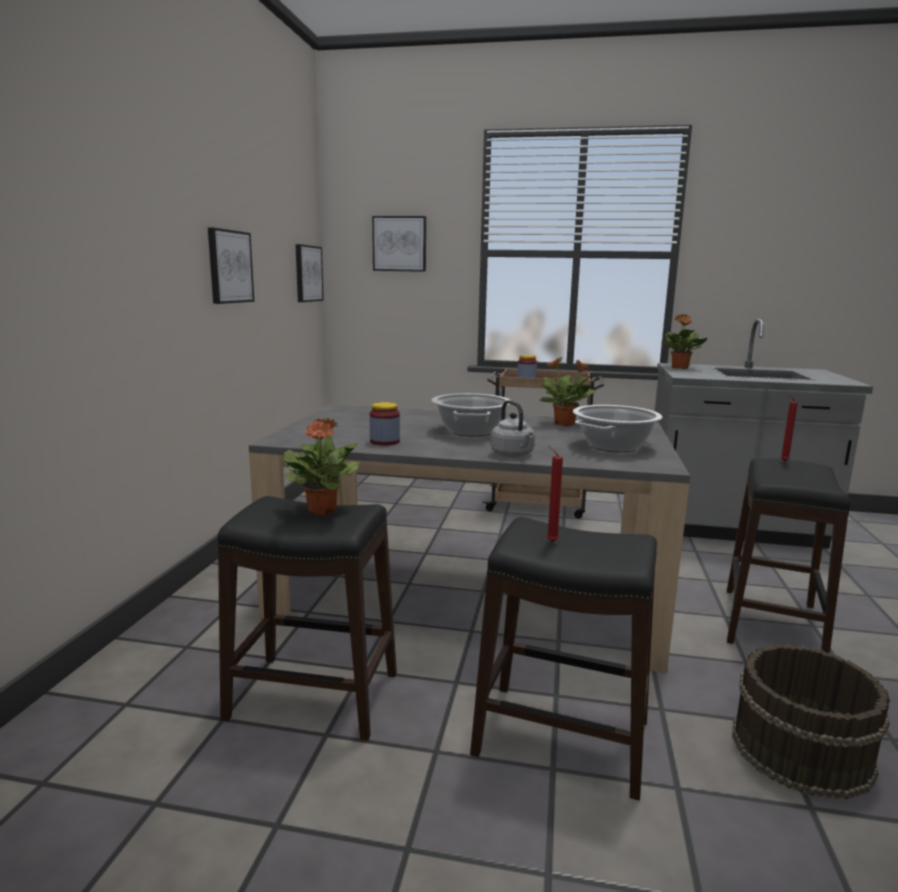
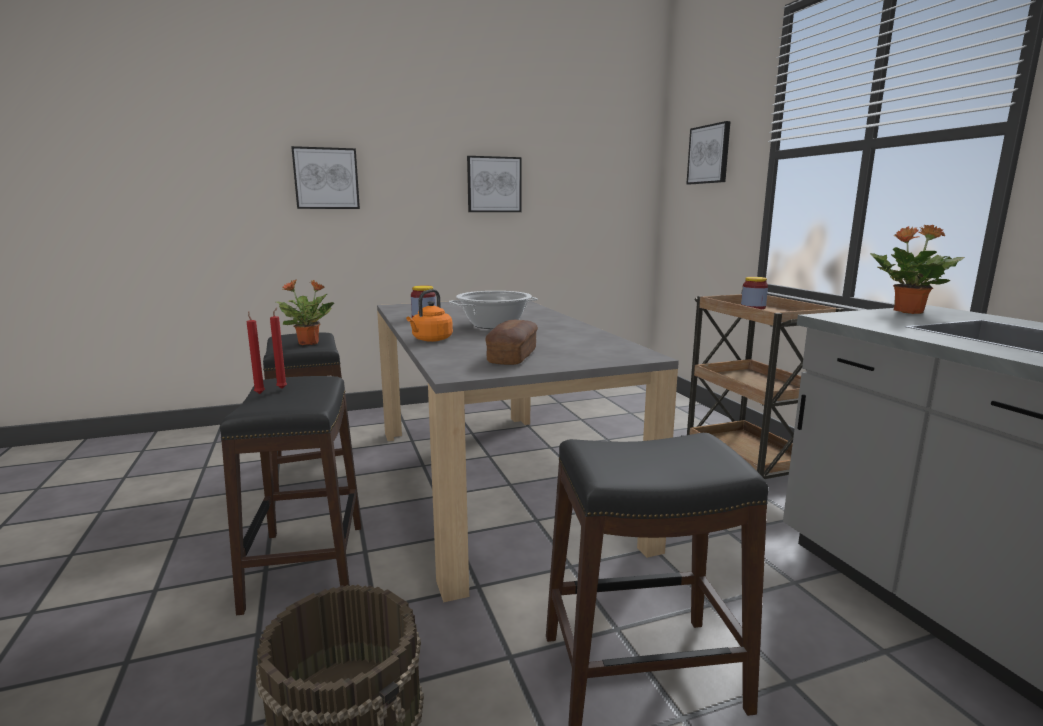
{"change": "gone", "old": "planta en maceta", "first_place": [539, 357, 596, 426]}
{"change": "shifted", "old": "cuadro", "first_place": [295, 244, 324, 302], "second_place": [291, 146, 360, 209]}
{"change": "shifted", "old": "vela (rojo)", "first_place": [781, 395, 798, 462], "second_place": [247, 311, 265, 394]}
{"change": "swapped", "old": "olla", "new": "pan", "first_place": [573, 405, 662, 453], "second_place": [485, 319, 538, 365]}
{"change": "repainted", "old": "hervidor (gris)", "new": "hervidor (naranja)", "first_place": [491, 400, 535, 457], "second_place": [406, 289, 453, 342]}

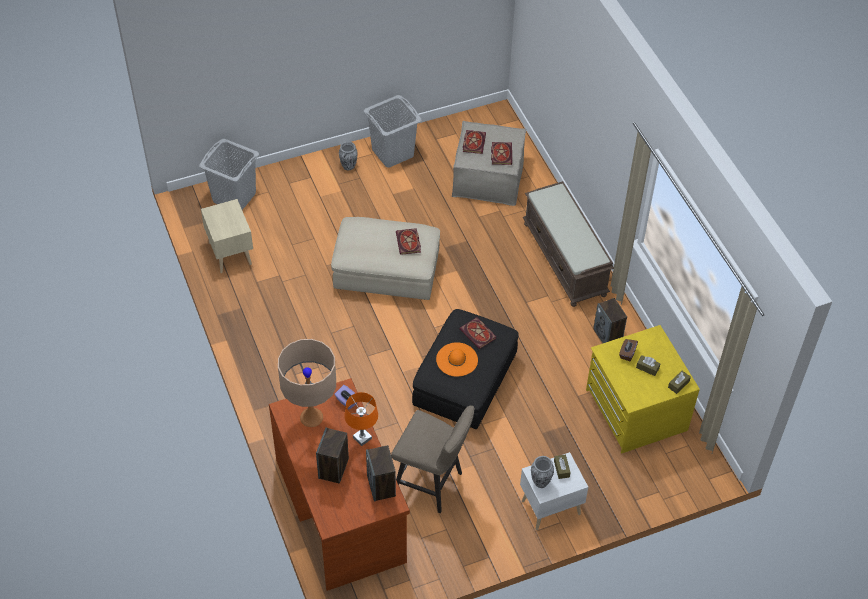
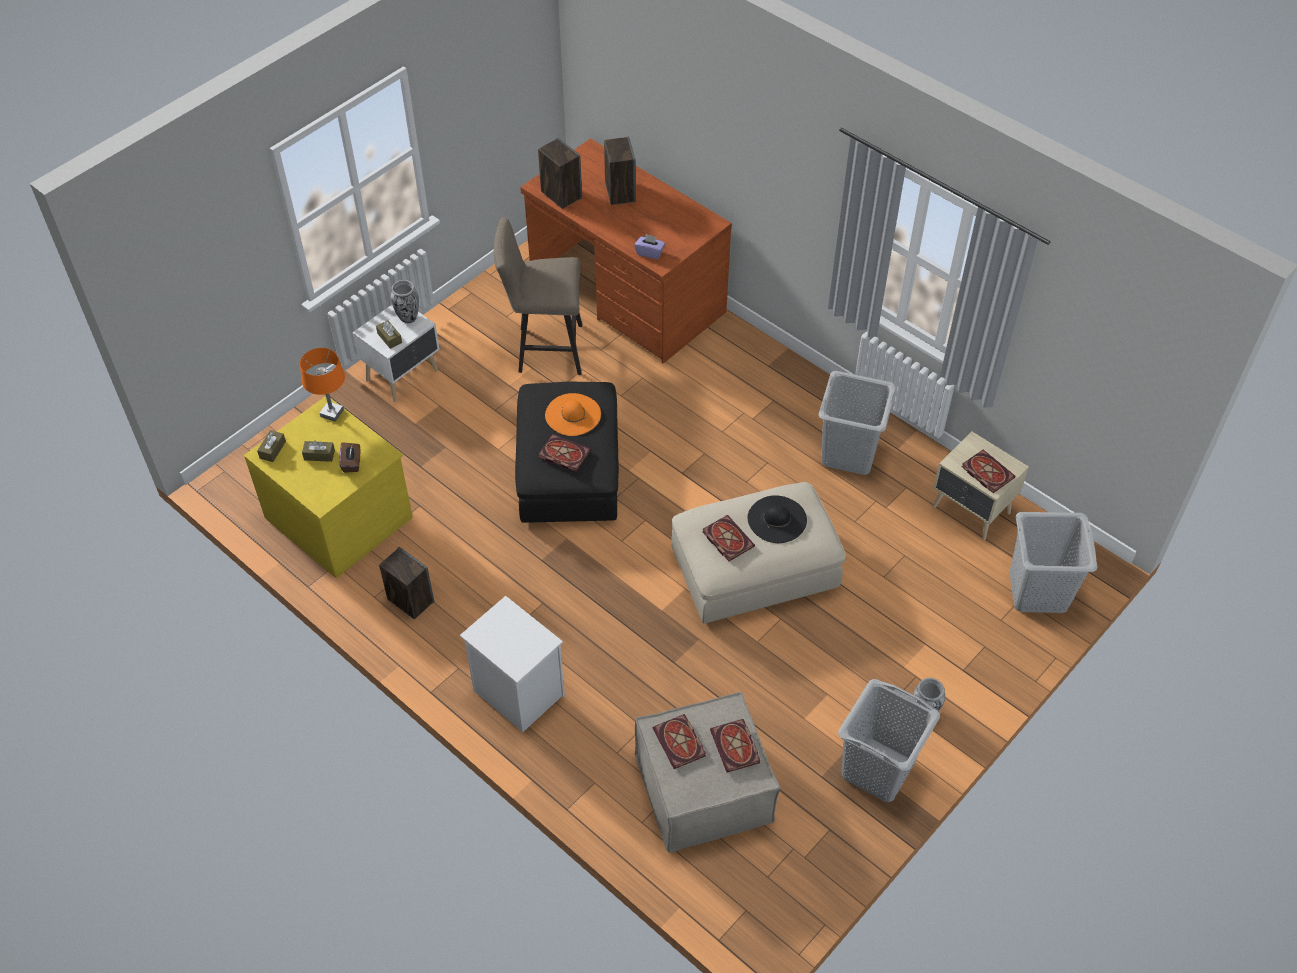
{"change": "gone", "old": "lámpara de mesa (beis)", "first_place": [278, 339, 336, 427]}
{"change": "new", "new": "sombrero (negro)", "second_place": [747, 495, 807, 543]}
{"change": "new", "new": "cesto de la ropa (gris)", "second_place": [819, 371, 896, 475]}
{"change": "new", "new": "libro", "second_place": [961, 450, 1015, 493]}
{"change": "shifted", "old": "lámpara de mesa (naranja)", "first_place": [345, 392, 378, 446], "second_place": [300, 348, 345, 422]}
{"change": "swapped", "old": "banco (marrón)", "new": "mesita de noche (blanco)", "first_place": [523, 181, 614, 307], "second_place": [460, 596, 565, 732]}

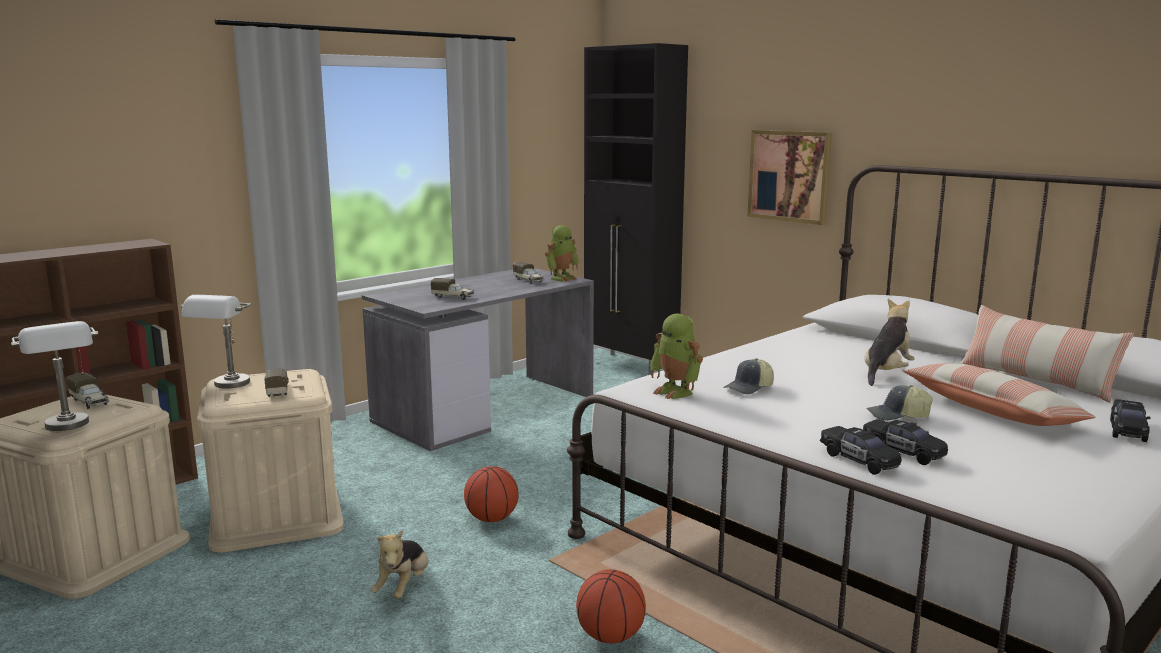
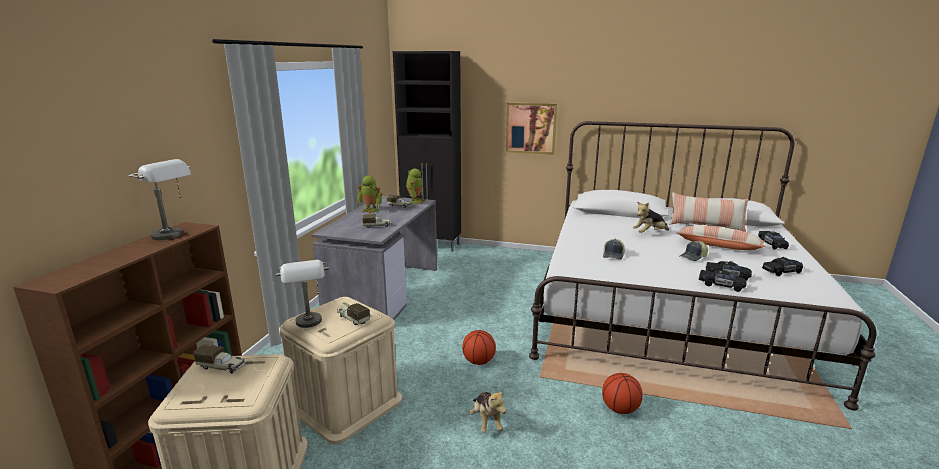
{"change": "new", "new": "coche de juguete (negro)", "second_place": [762, 257, 803, 276]}
{"change": "shifted", "old": "lámpara de mesa (gris)", "first_place": [11, 321, 98, 431], "second_place": [128, 159, 191, 240]}
{"change": "shifted", "old": "robot de juguete", "first_place": [650, 314, 703, 399], "second_place": [357, 175, 383, 213]}
{"change": "rotated", "old": "peluche", "first_place": [865, 299, 914, 386], "second_place": [633, 202, 669, 233], "degrees": -120}

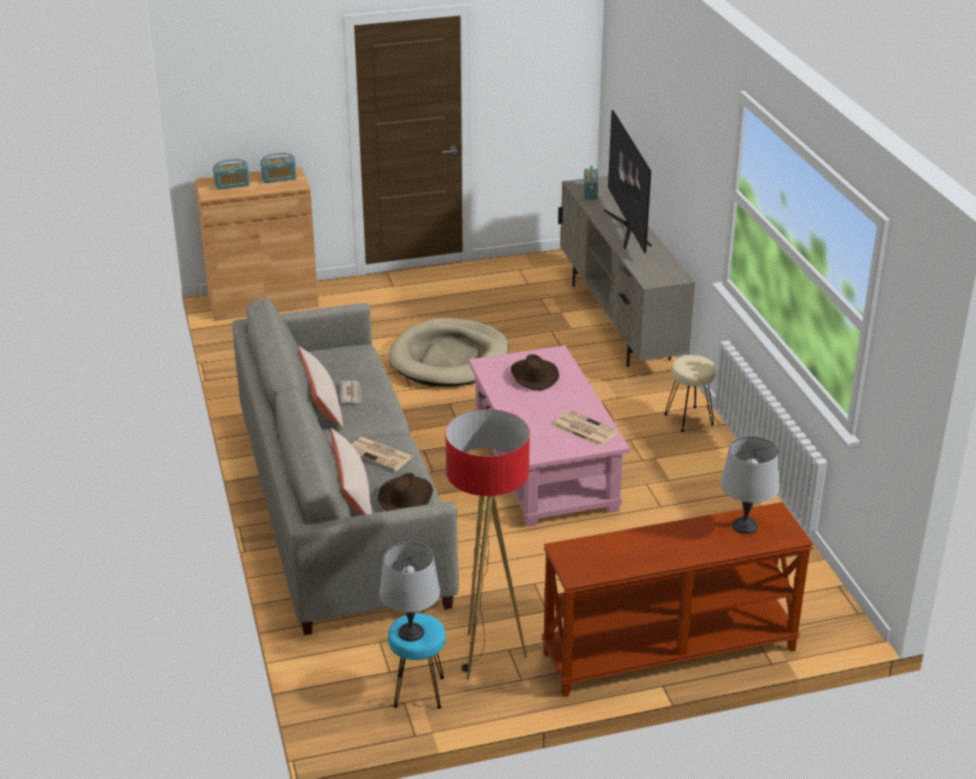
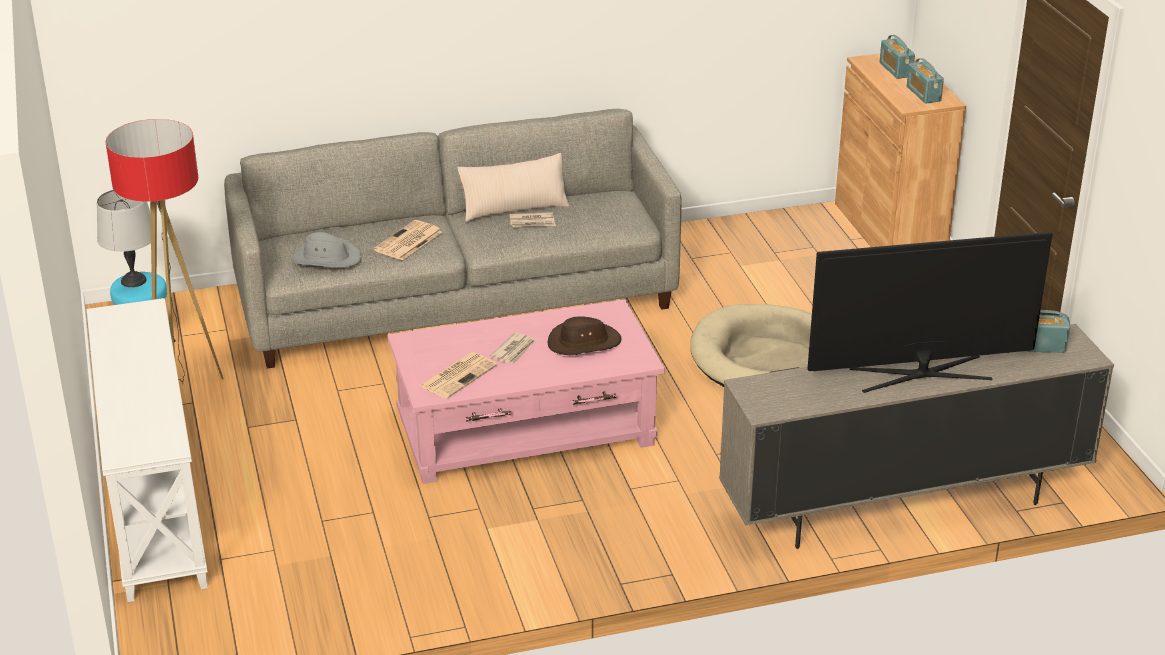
{"change": "gone", "old": "cojín (beis)", "first_place": [331, 428, 372, 515]}
{"change": "gone", "old": "taburete (beis)", "first_place": [664, 355, 716, 432]}
{"change": "gone", "old": "lámpara de mesa (gris)", "first_place": [720, 436, 780, 534]}
{"change": "new", "new": "periódico", "second_place": [490, 332, 536, 363]}
{"change": "repainted", "old": "sombrero (marrón)", "new": "sombrero (gris)", "first_place": [378, 473, 433, 511], "second_place": [292, 232, 362, 268]}
{"change": "repainted", "old": "mesa consola (marrón)", "new": "mesa consola (blanco)", "first_place": [542, 502, 813, 697], "second_place": [87, 298, 208, 602]}

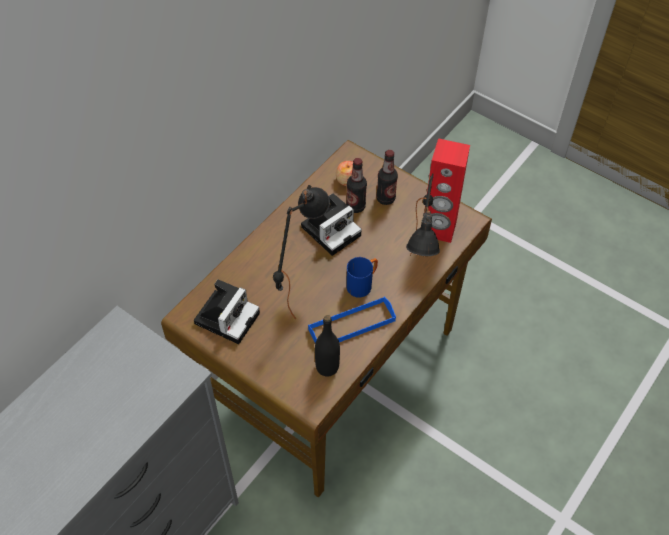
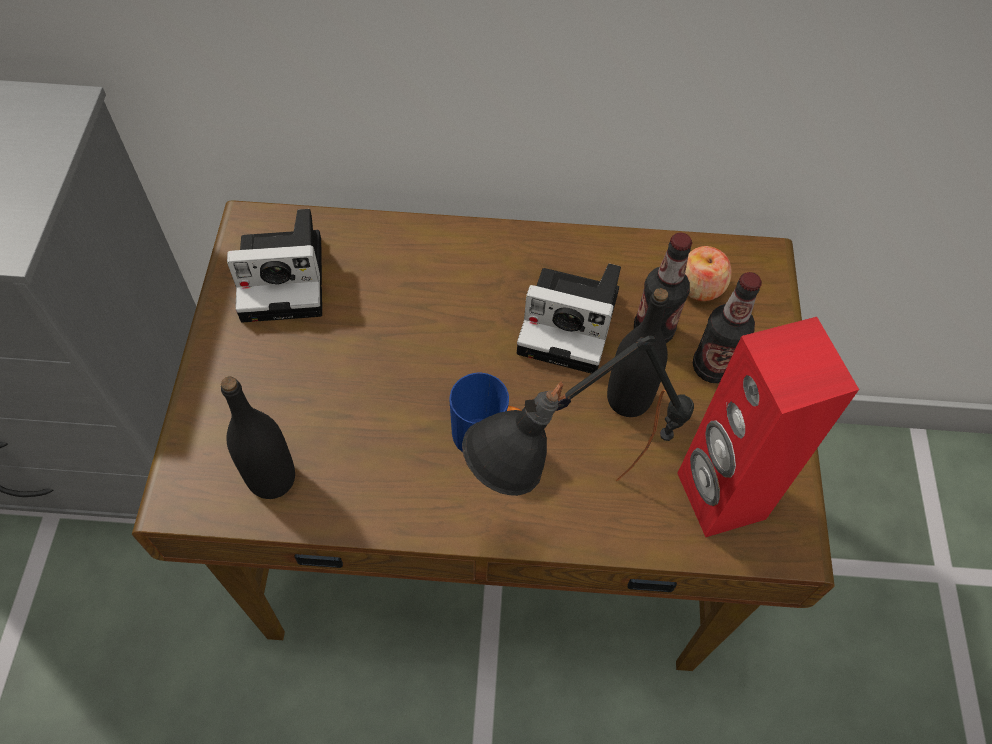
{"change": "gone", "old": "lámpara de mesa (negro)", "first_place": [273, 185, 330, 318]}
{"change": "gone", "old": "bandeja (azul)", "first_place": [308, 296, 396, 343]}
{"change": "new", "new": "botella (negro)", "second_place": [607, 288, 669, 417]}

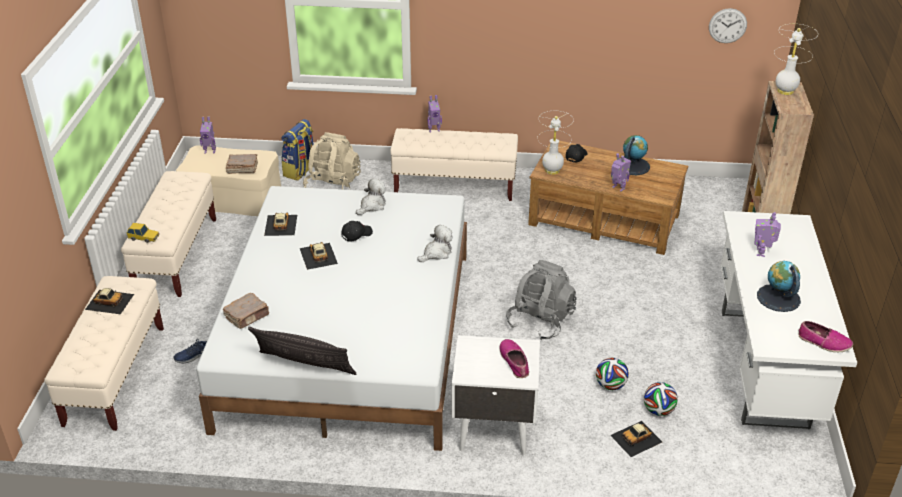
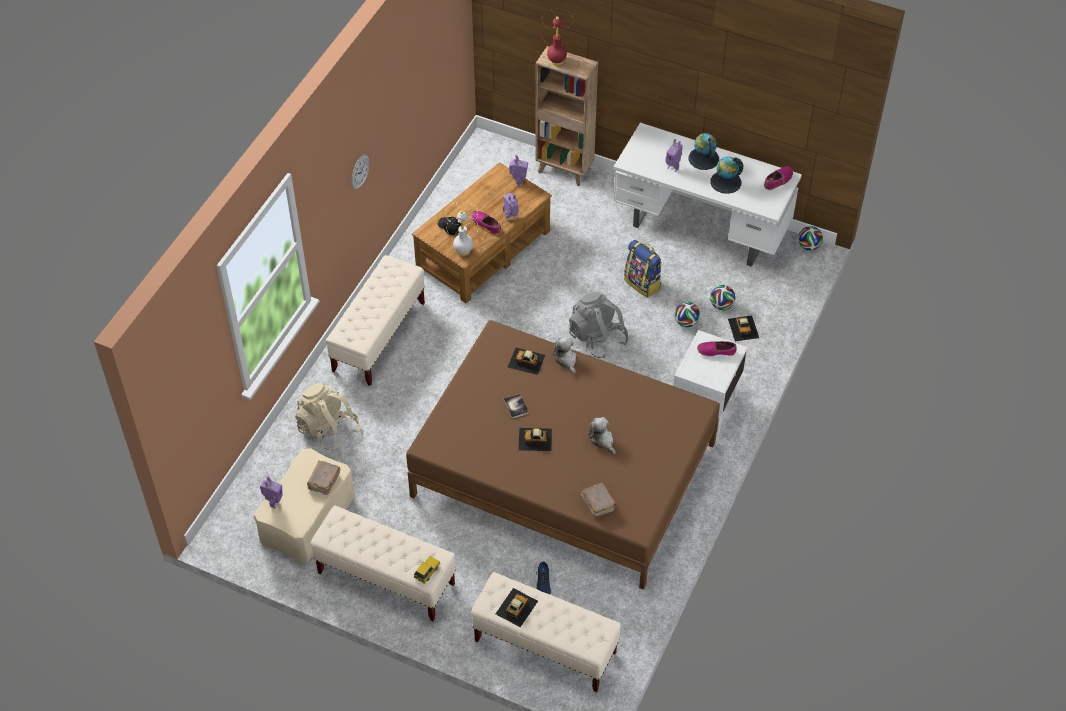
{"change": "gone", "old": "cojín", "first_place": [248, 327, 356, 375]}
{"change": "new", "new": "zapato", "second_place": [471, 211, 501, 235]}
{"change": "new", "new": "balón de fútbol", "second_place": [798, 226, 823, 251]}
{"change": "shifted", "old": "coche de juguete", "first_place": [264, 213, 297, 236], "second_place": [508, 348, 546, 375]}
{"change": "shifted", "old": "mochila", "first_place": [282, 119, 313, 181], "second_place": [624, 240, 662, 298]}
{"change": "shifted", "old": "peluche", "first_place": [356, 179, 386, 215], "second_place": [589, 417, 615, 455]}
{"change": "shifted", "old": "robot de juguete", "first_place": [427, 95, 442, 132], "second_place": [509, 155, 528, 187]}
{"change": "shifted", "old": "globo terráqueo", "first_place": [623, 135, 650, 175], "second_place": [689, 133, 719, 170]}
{"change": "shifted", "old": "reloj de pared", "first_place": [709, 8, 747, 43], "second_place": [351, 155, 370, 190]}
{"change": "swapped", "old": "gorra (negro)", "new": "libro", "first_place": [342, 221, 373, 242], "second_place": [504, 394, 529, 419]}
{"change": "repainted", "old": "cama (blanco)", "new": "cama (marrón)", "first_place": [196, 186, 467, 451], "second_place": [406, 320, 720, 590]}
{"change": "repainted", "old": "lámpara de mesa (blanco)", "new": "lámpara de mesa (rojo)", "first_place": [774, 24, 815, 95], "second_place": [542, 9, 573, 65]}

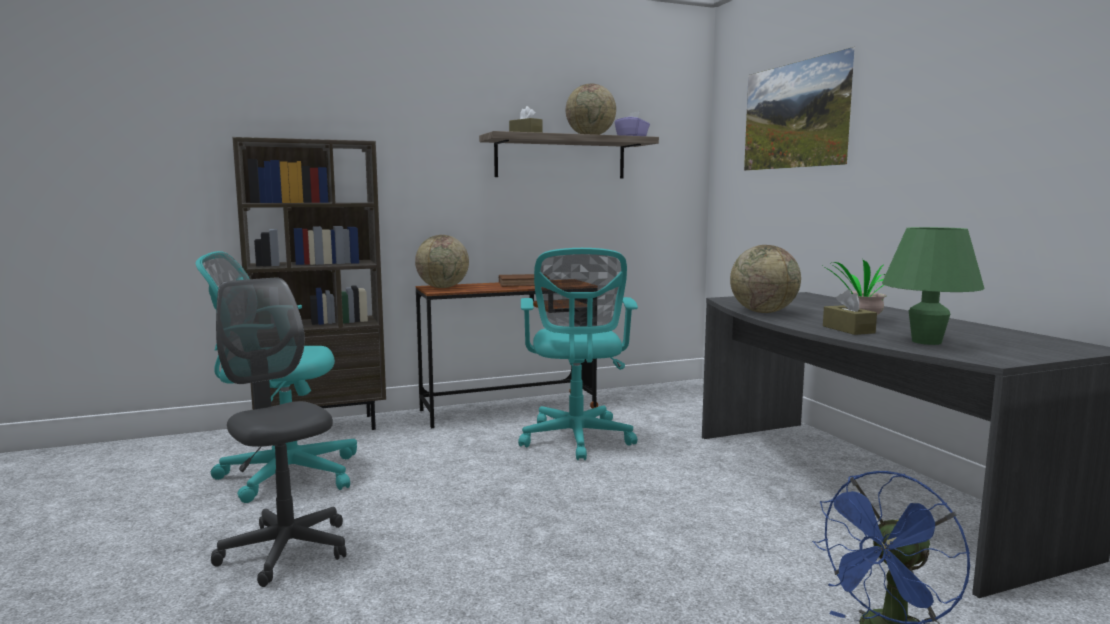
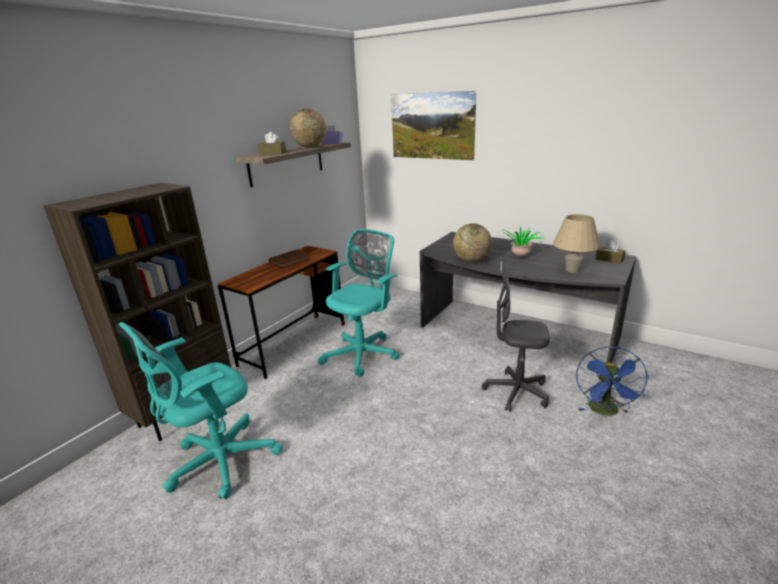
{"change": "gone", "old": "globo terráqueo", "first_place": [415, 235, 469, 288]}
{"change": "shifted", "old": "silla de oficina (gris)", "first_place": [211, 277, 346, 587], "second_place": [482, 261, 550, 412]}
{"change": "shifted", "old": "caja de pañuelos (marrón)", "first_place": [823, 289, 877, 335], "second_place": [596, 241, 625, 264]}
{"change": "repainted", "old": "lámpara de mesa (verde)", "new": "lámpara de mesa (beis)", "first_place": [882, 227, 985, 345], "second_place": [553, 214, 600, 273]}
{"change": "rotated", "old": "silla de oficina (turquesa)", "first_place": [518, 248, 638, 460], "second_place": [318, 229, 400, 377], "degrees": -105}

